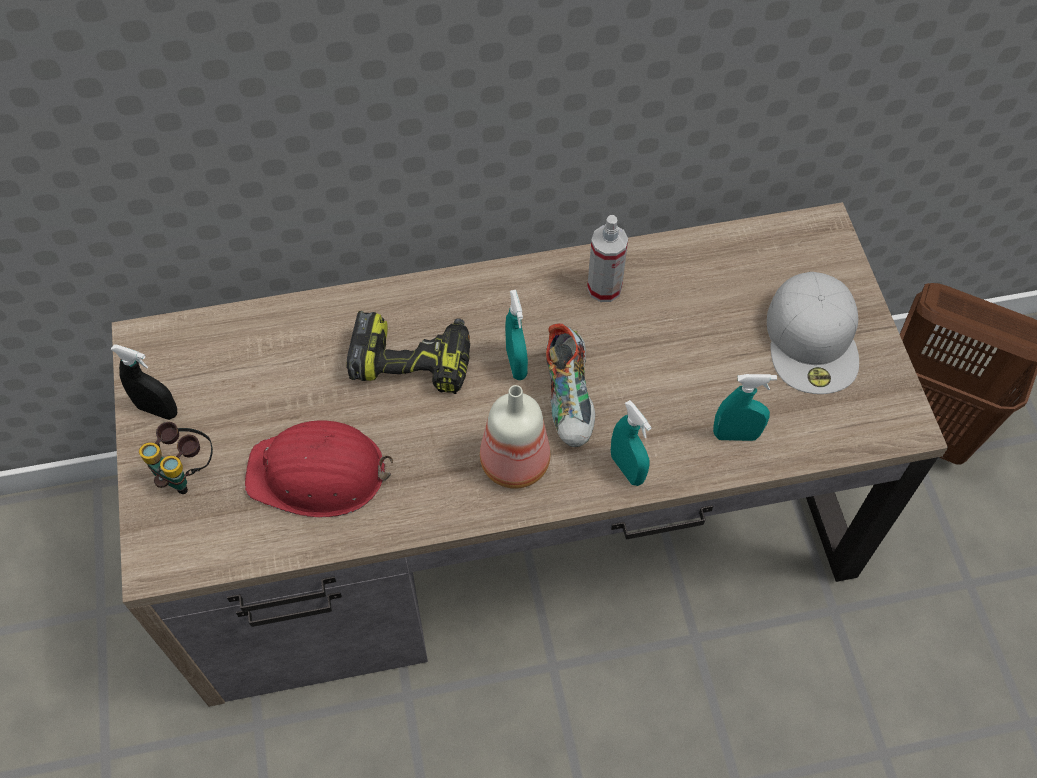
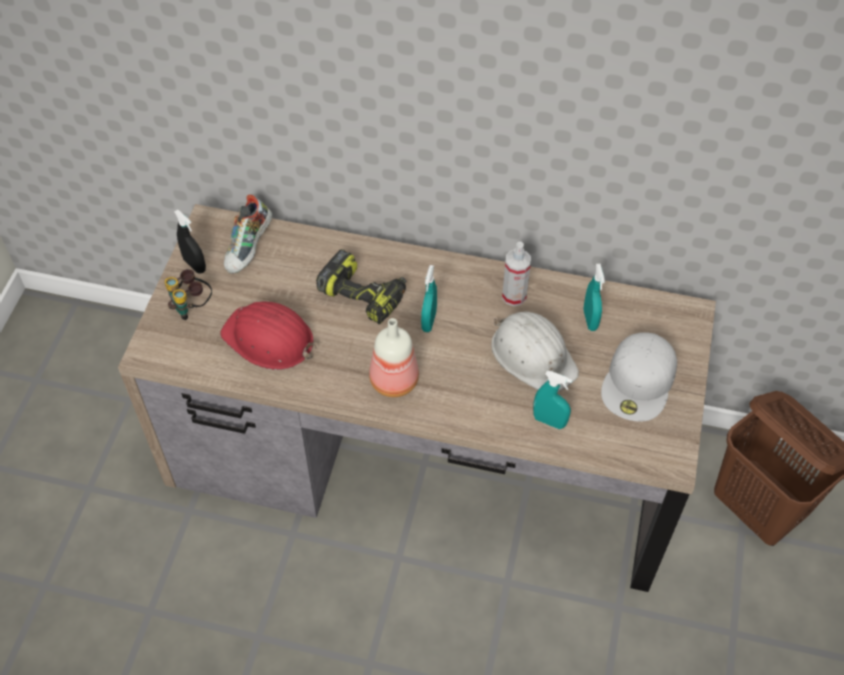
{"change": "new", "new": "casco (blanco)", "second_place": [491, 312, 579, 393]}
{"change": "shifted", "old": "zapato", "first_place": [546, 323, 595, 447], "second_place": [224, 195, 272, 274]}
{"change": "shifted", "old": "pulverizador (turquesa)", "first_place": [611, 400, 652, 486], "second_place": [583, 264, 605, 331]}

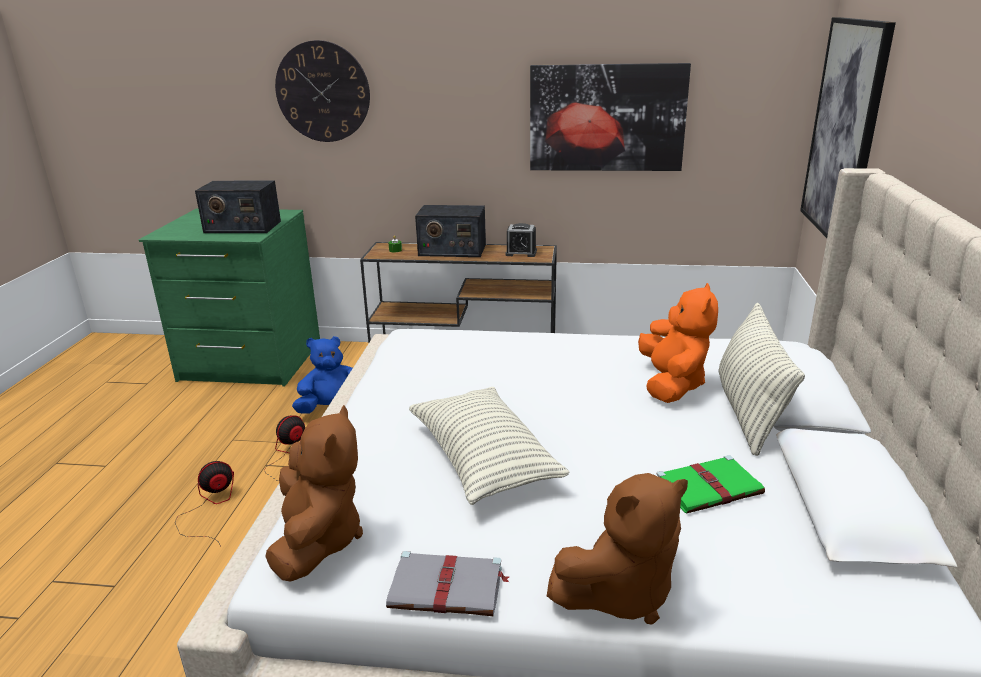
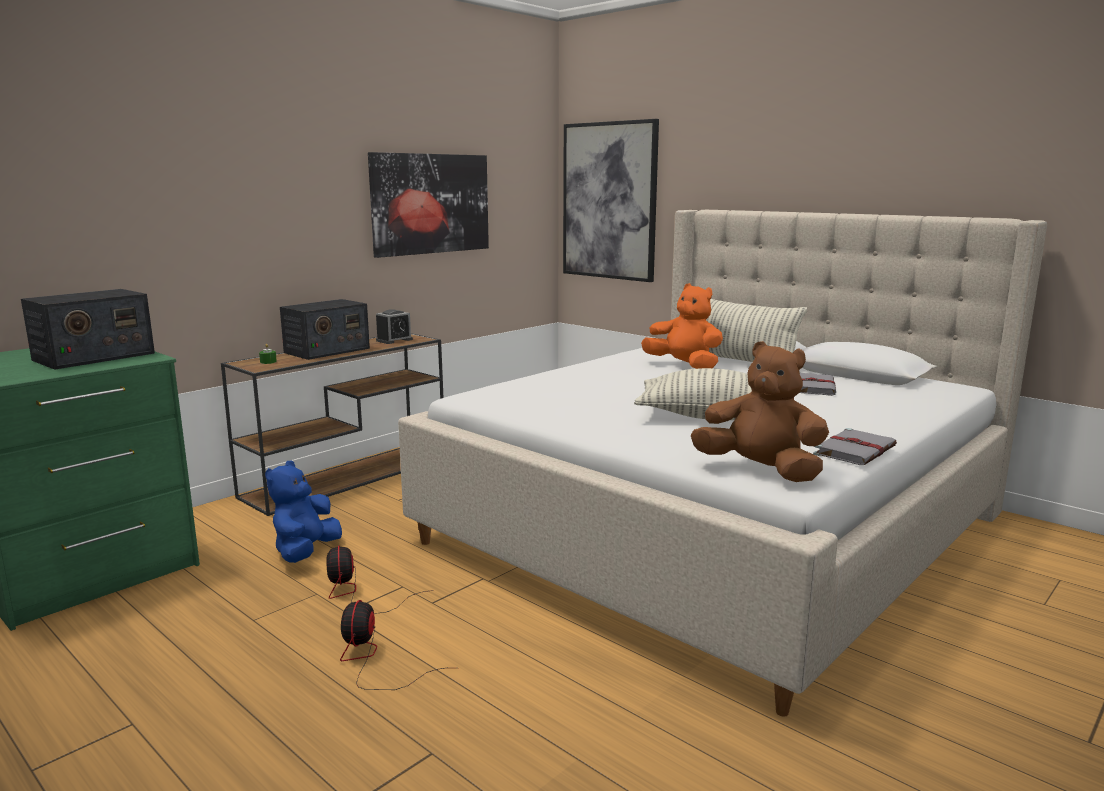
{"change": "gone", "old": "reloj de pared", "first_place": [275, 40, 370, 142]}
{"change": "gone", "old": "peluche (marrón)", "first_place": [547, 473, 688, 625]}
{"change": "repainted", "old": "libro (verde)", "new": "libro (gris)", "first_place": [656, 455, 765, 514], "second_place": [799, 373, 836, 396]}

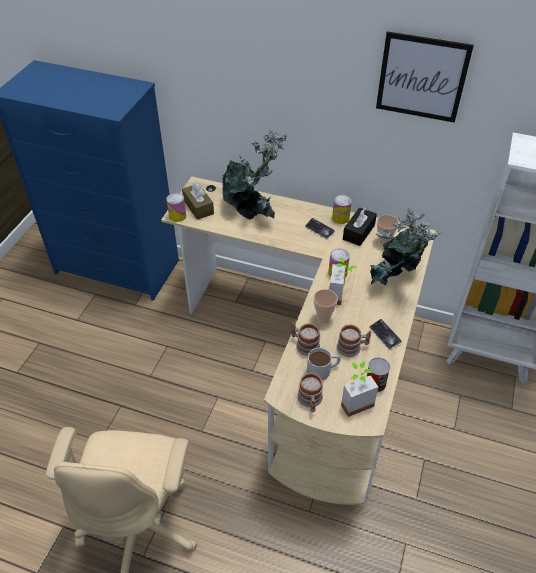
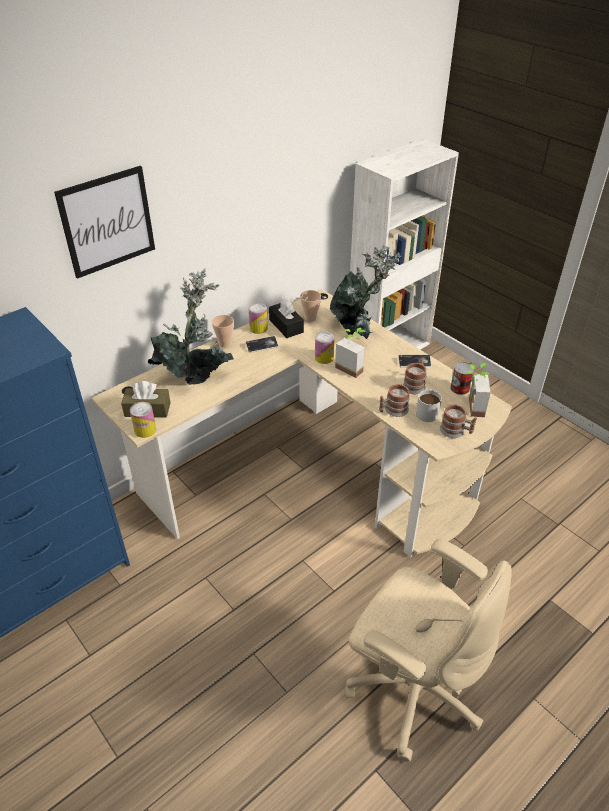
{"change": "shifted", "old": "taza", "first_place": [314, 289, 338, 323], "second_place": [212, 315, 234, 348]}
{"change": "shifted", "old": "cuadro", "first_place": [376, 31, 474, 123], "second_place": [54, 166, 155, 279]}

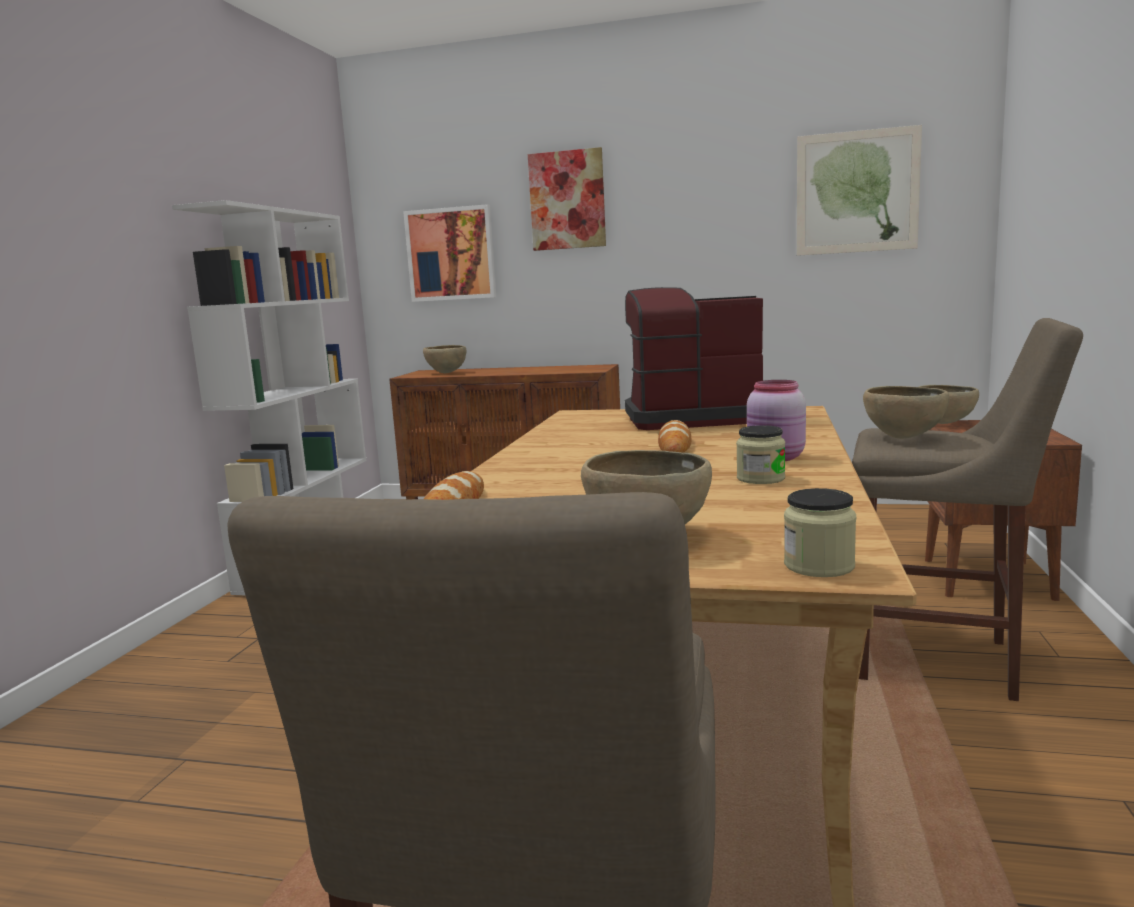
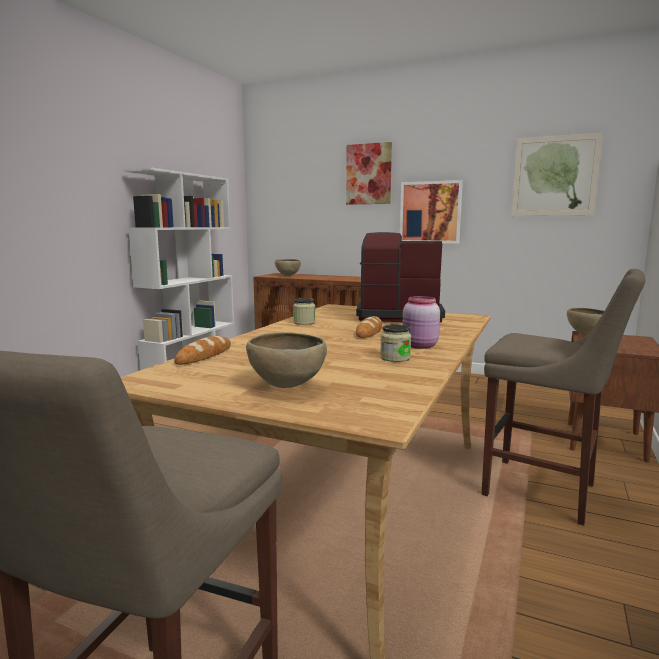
{"change": "gone", "old": "cuenco (marrón)", "first_place": [863, 386, 949, 439]}
{"change": "shifted", "old": "cuadro", "first_place": [403, 204, 496, 302], "second_place": [400, 180, 463, 244]}
{"change": "shifted", "old": "tarro", "first_place": [784, 488, 856, 577], "second_place": [293, 298, 315, 325]}

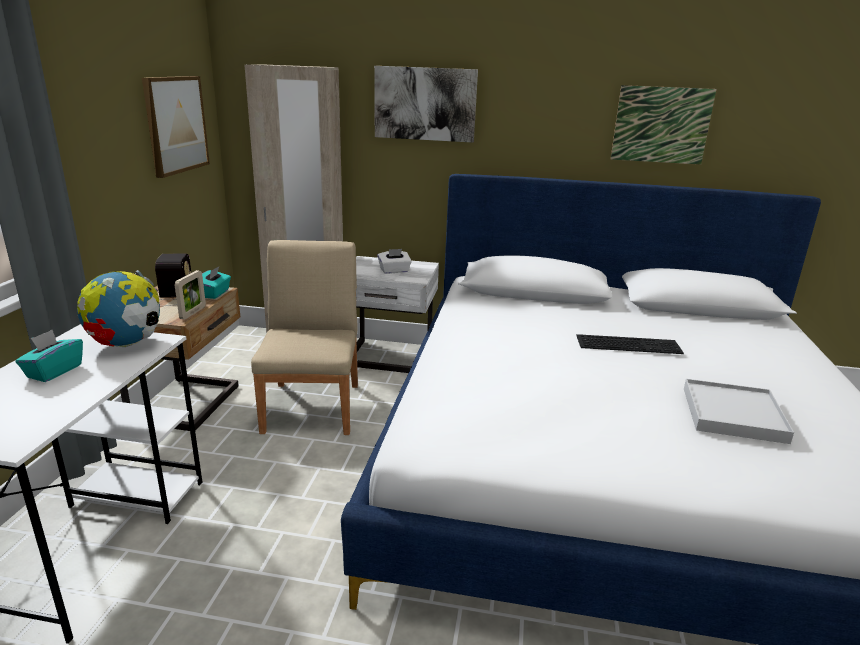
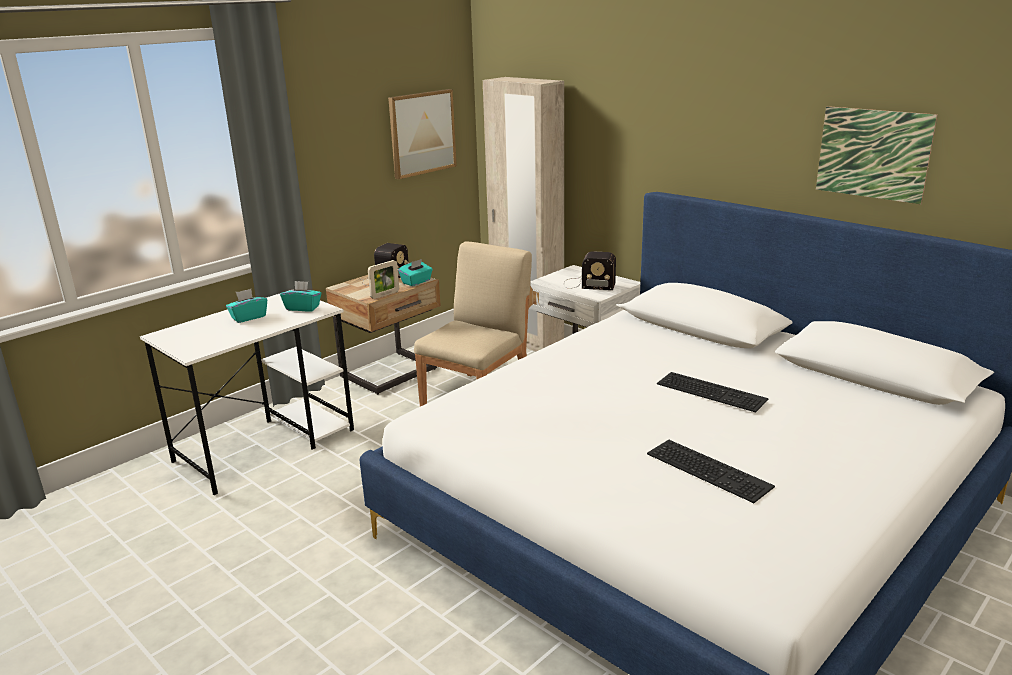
{"change": "gone", "old": "cuadro", "first_place": [374, 66, 478, 143]}
{"change": "swapped", "old": "globo terráqueo", "new": "caja de pañuelos (turquesa)", "first_place": [77, 270, 160, 347], "second_place": [280, 281, 322, 312]}
{"change": "swapped", "old": "caja de pañuelos (blanco)", "new": "radio", "first_place": [378, 249, 412, 274], "second_place": [564, 251, 616, 290]}
{"change": "swapped", "old": "bandeja (blanco)", "new": "teclado", "first_place": [684, 379, 794, 444], "second_place": [647, 440, 775, 503]}

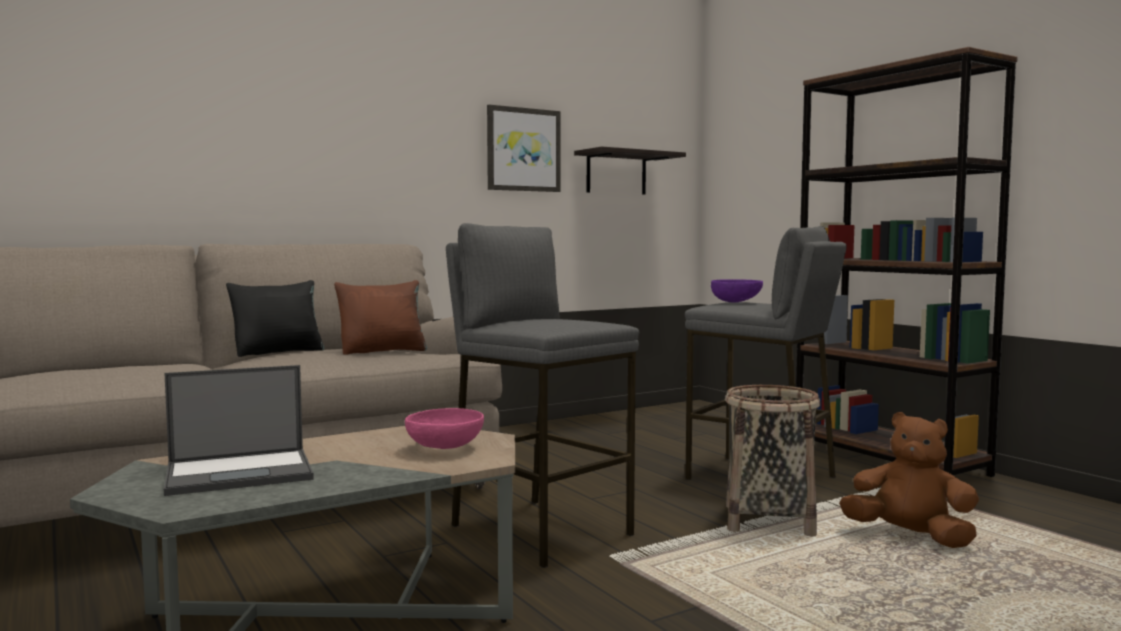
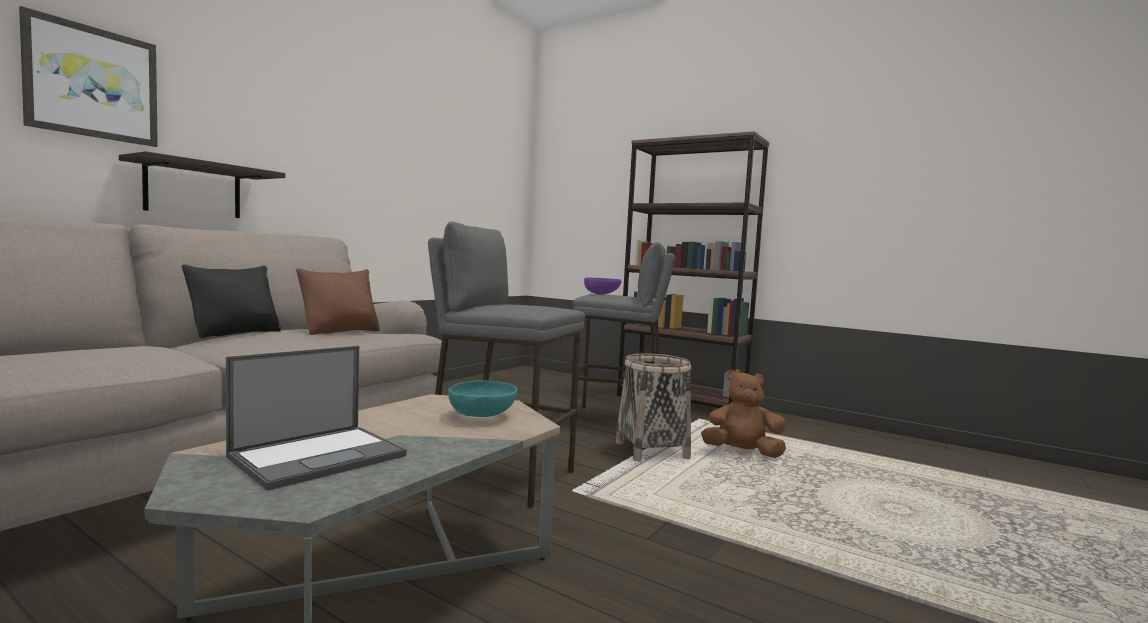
{"change": "shifted", "old": "cuadro", "first_place": [487, 105, 560, 192], "second_place": [19, 6, 158, 147]}
{"change": "shifted", "old": "estante", "first_place": [574, 146, 686, 195], "second_place": [119, 151, 285, 218]}
{"change": "repainted", "old": "cuenco (rosa)", "new": "cuenco (turquesa)", "first_place": [405, 408, 484, 449], "second_place": [448, 380, 518, 417]}

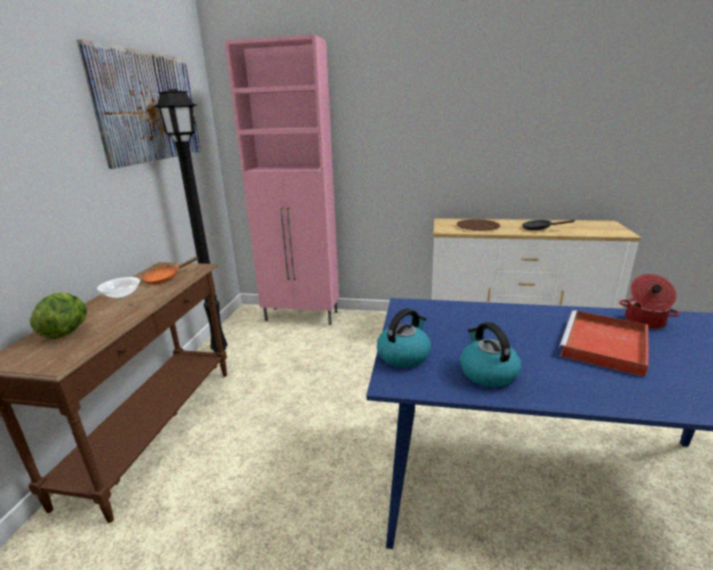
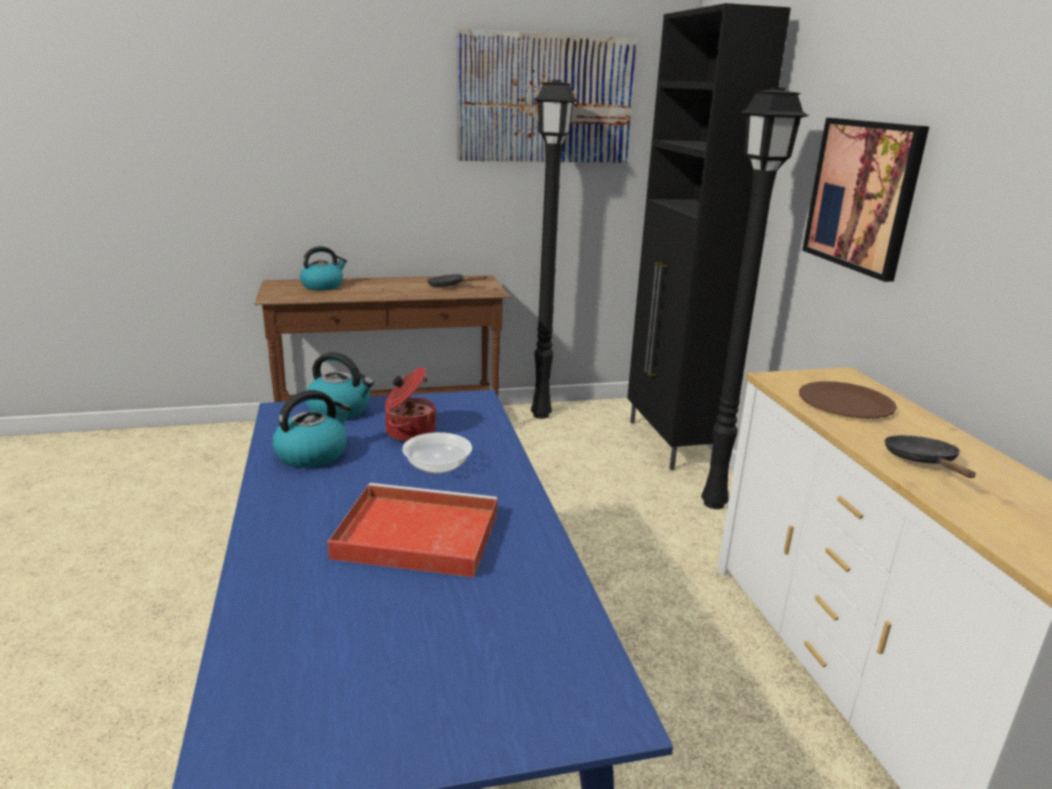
{"change": "new", "new": "lámpara de pie (negro)", "second_place": [701, 87, 809, 509]}
{"change": "new", "new": "cuadro", "second_place": [802, 118, 929, 282]}
{"change": "shifted", "old": "cuenco", "first_place": [97, 277, 140, 299], "second_place": [402, 432, 472, 474]}
{"change": "shifted", "old": "olla", "first_place": [619, 274, 680, 329], "second_place": [385, 368, 437, 442]}
{"change": "swapped", "old": "lechuga", "new": "hervidor", "first_place": [30, 292, 87, 339], "second_place": [300, 246, 347, 290]}
{"change": "repainted", "old": "sartén (naranja)", "new": "sartén (negro)", "first_place": [142, 257, 199, 284], "second_place": [427, 274, 487, 287]}
{"change": "repainted", "old": "armario (rosa)", "new": "armario (negro)", "first_place": [225, 35, 339, 325], "second_place": [627, 3, 791, 470]}

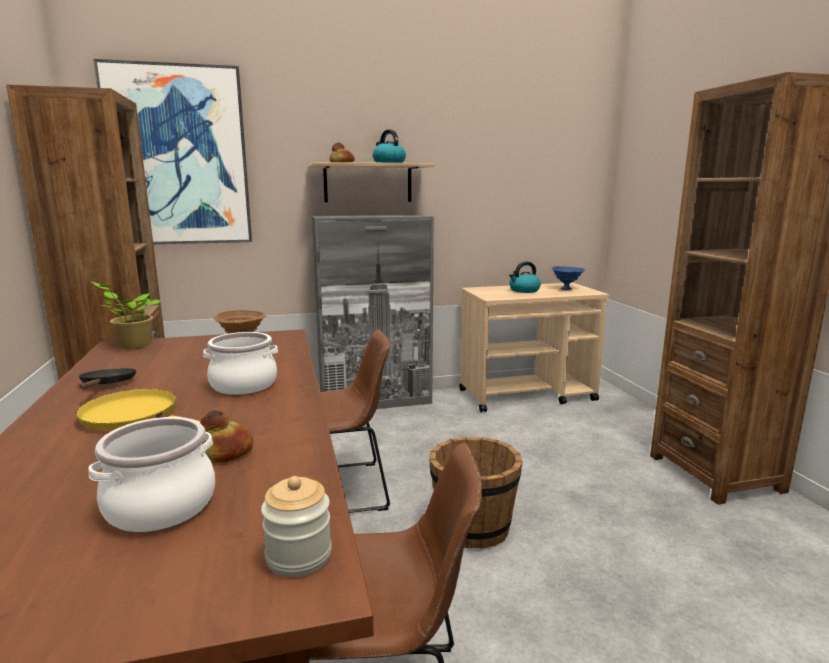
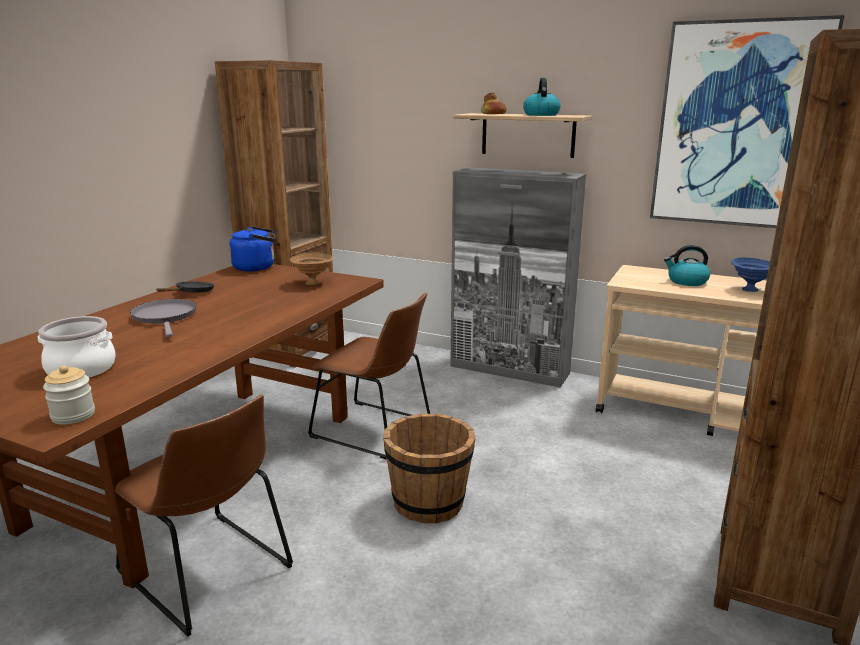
{"change": "gone", "old": "pan", "first_place": [200, 410, 253, 463]}
{"change": "gone", "old": "olla", "first_place": [203, 332, 278, 395]}
{"change": "shifted", "old": "cuadro", "first_place": [93, 59, 252, 244], "second_place": [650, 15, 845, 228]}
{"change": "swapped", "old": "planta en maceta", "new": "hervidor (azul)", "first_place": [92, 282, 161, 349], "second_place": [229, 226, 275, 272]}
{"change": "repainted", "old": "sartén (amarillo)", "new": "sartén (gris)", "first_place": [76, 389, 200, 430], "second_place": [130, 299, 197, 337]}

